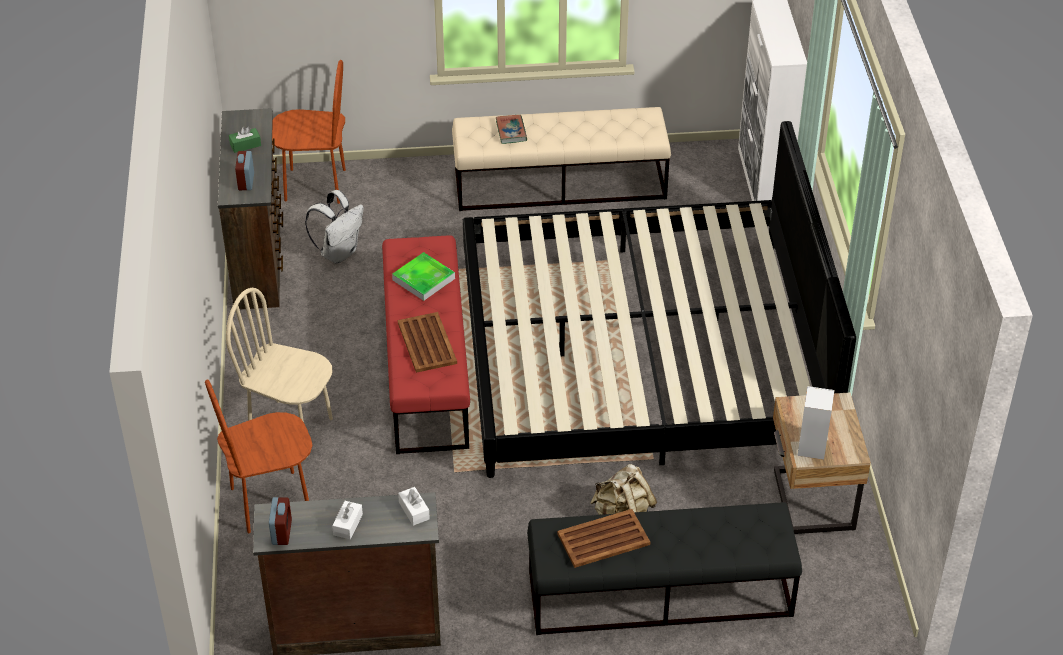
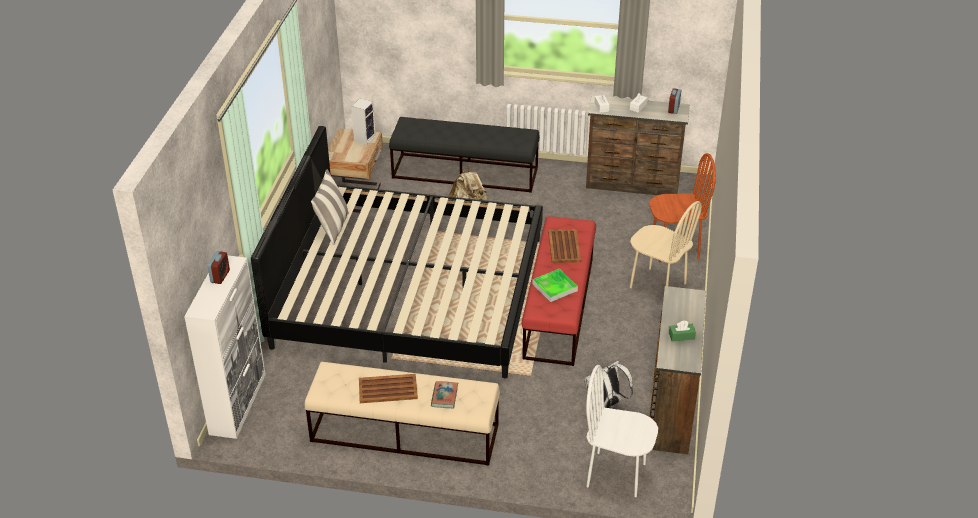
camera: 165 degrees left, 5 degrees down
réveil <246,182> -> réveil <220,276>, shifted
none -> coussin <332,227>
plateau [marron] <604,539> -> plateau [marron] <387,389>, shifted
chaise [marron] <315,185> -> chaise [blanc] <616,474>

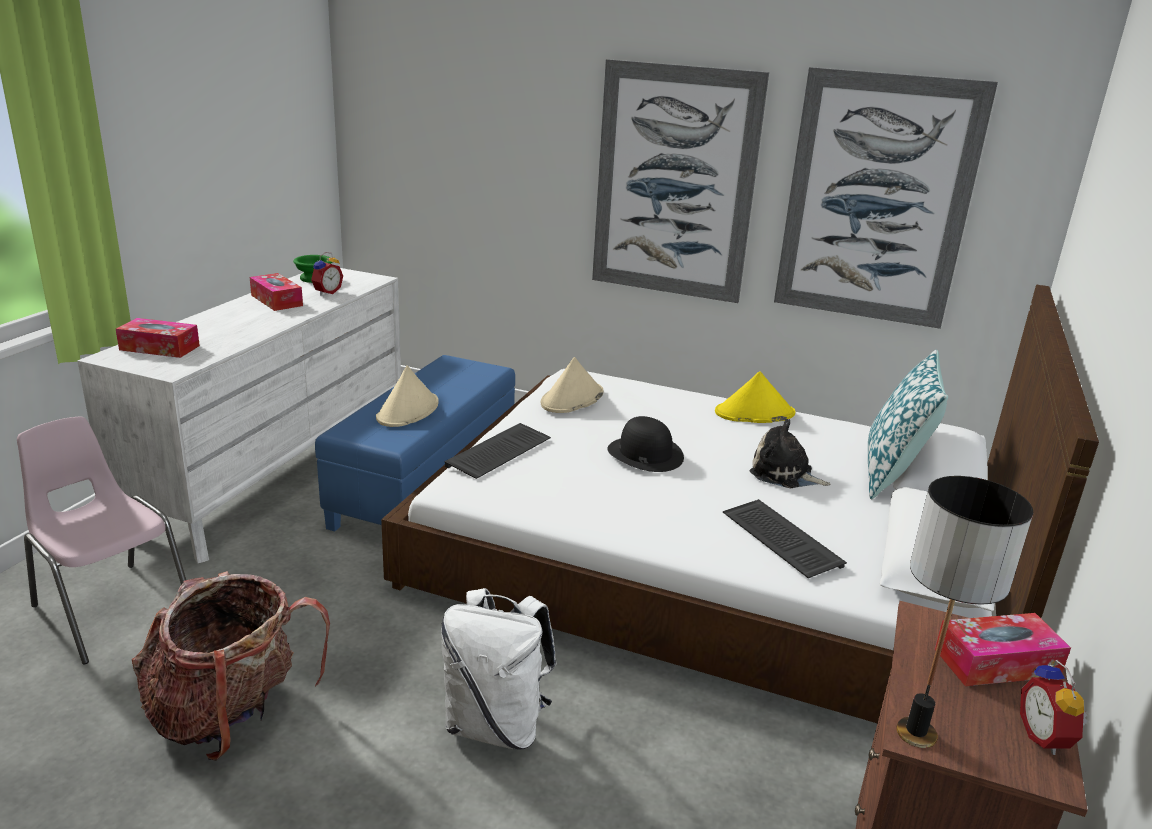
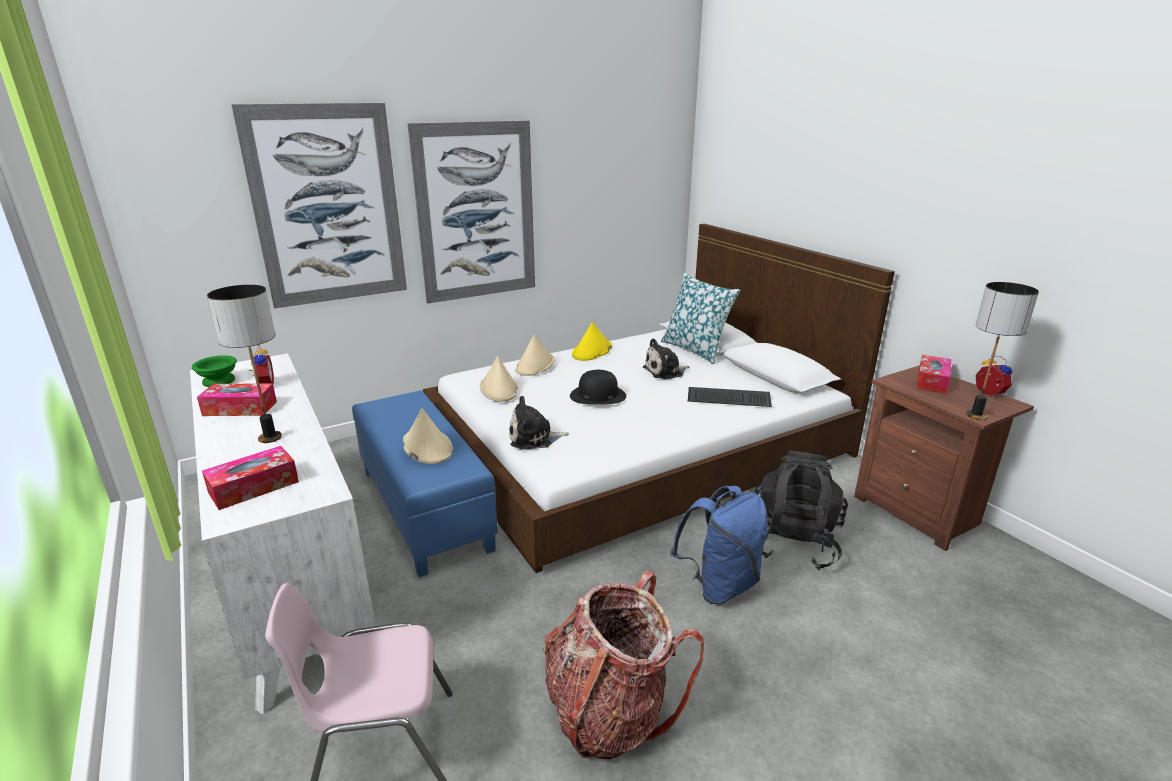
camera: 50 degrees left, 0 degrees up
none -> lampe de table <270,438>
tableau <876,200> -> tableau <328,206>, shifted
clavier <499,454> -> peluche <534,438>
none -> chapeau [beige] <535,365>
sac à dos [blanc] <496,725> -> sac à dos [bleu] <719,585>
none -> sac à dos [noir] <793,543>
réveil <1046,738> -> réveil <987,394>, 150 degrees counterclockwise

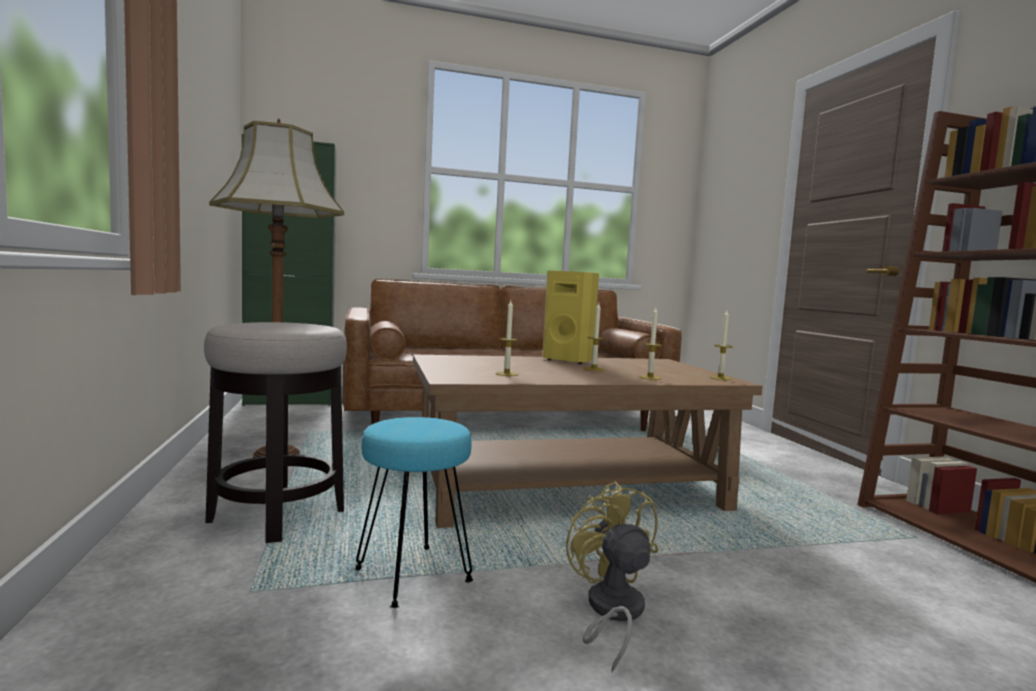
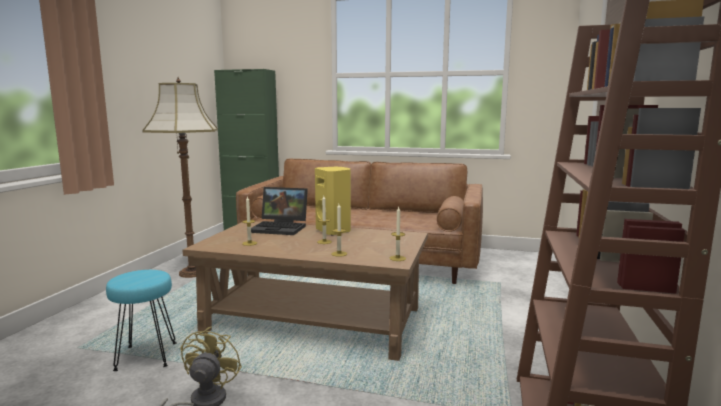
camera: 30 degrees right, 5 degrees up
none -> ordinateur portable <281,228>
tabouret <277,515> -> none

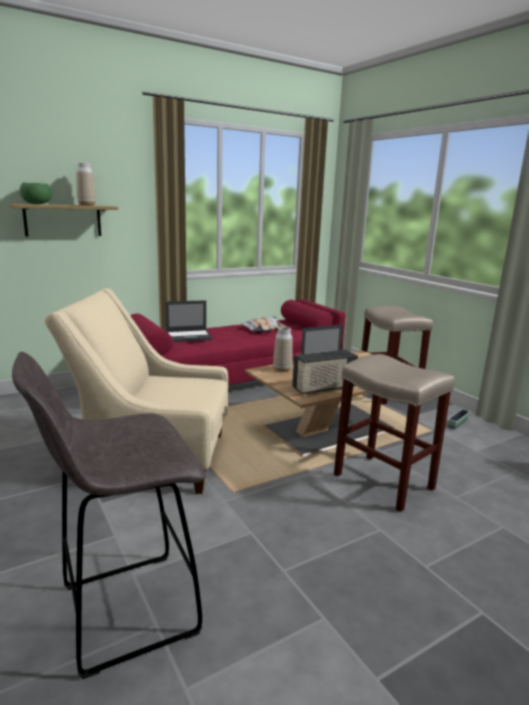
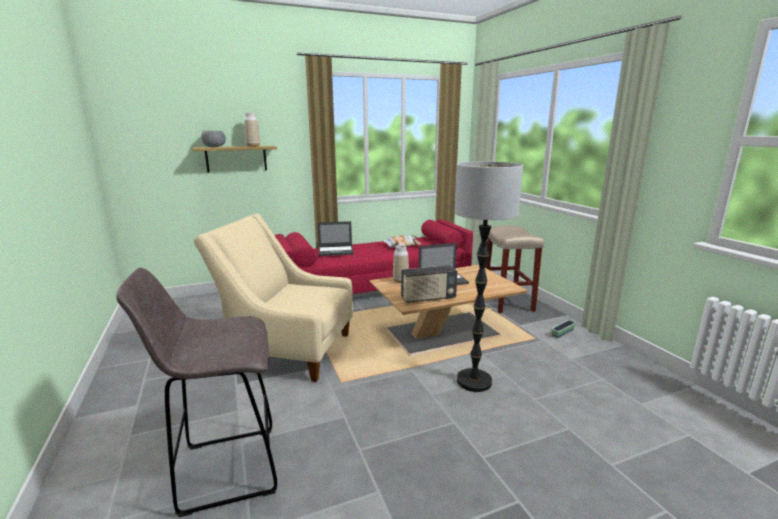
camera: 10 degrees right, 0 degrees up
bol [vert] <37,204> -> bol [gris] <214,147>
tabouret [beige] <385,482> -> lampadaire <474,381>

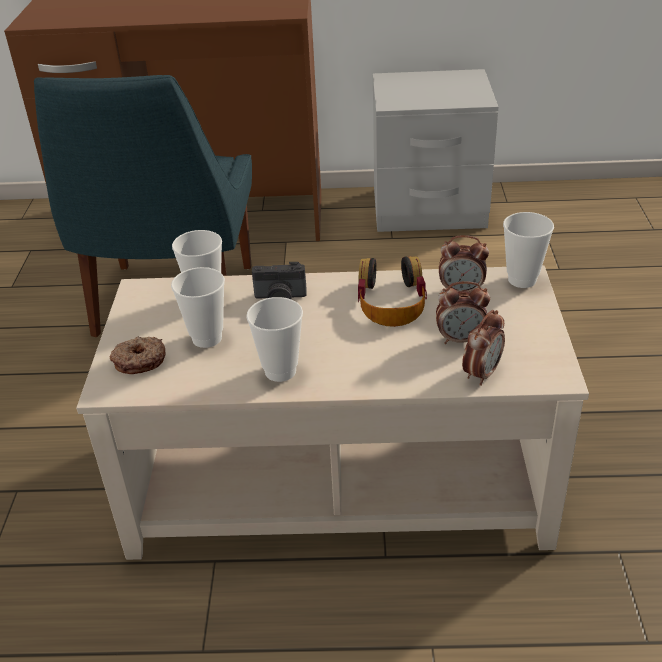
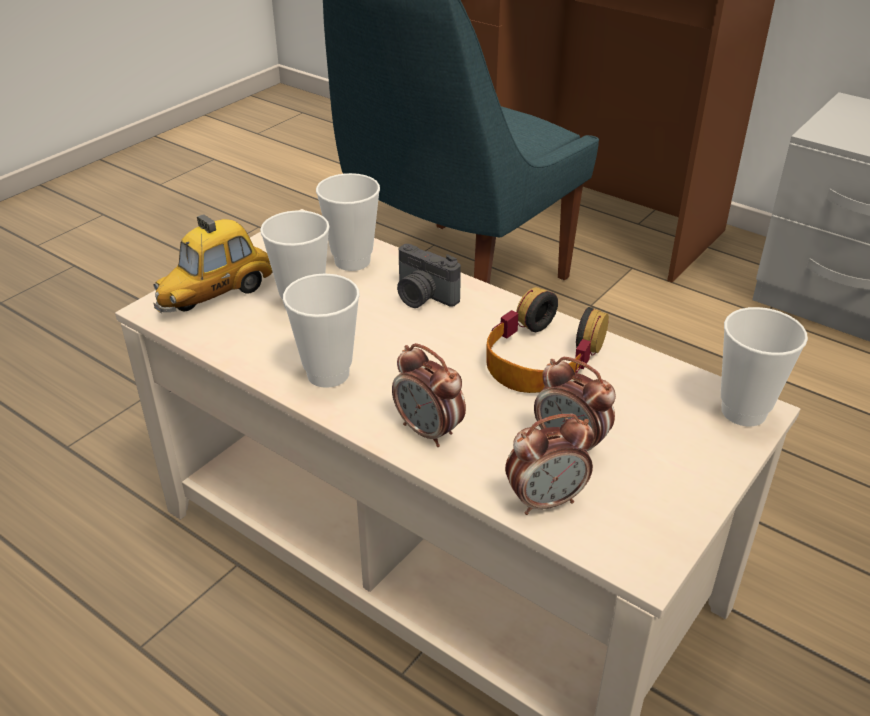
camera: 35 degrees right, 0 degrees up
beignet <140,361> -> petite voiture <217,295>
réveil <461,291> -> réveil <429,431>, shifted

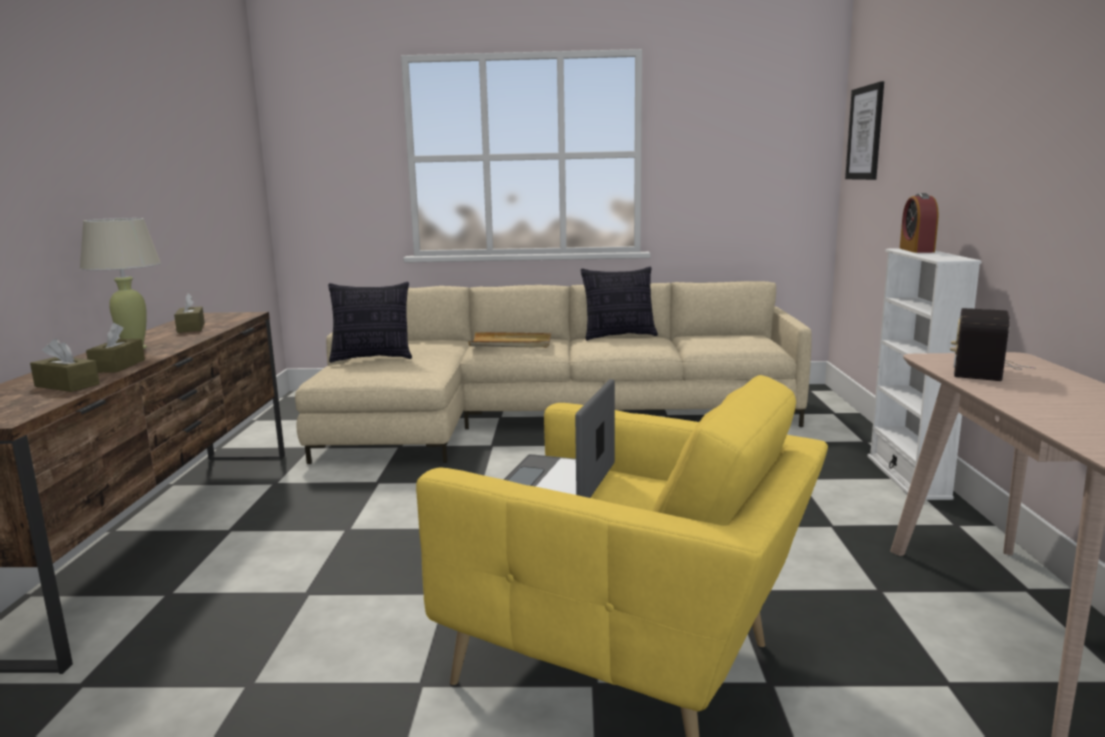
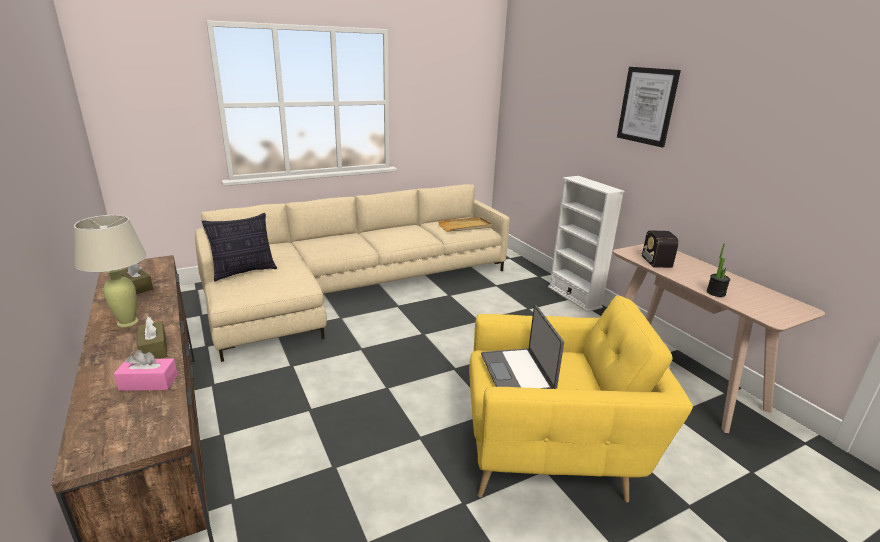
camera: 30 degrees left, 10 degrees up
boîte à mouchoirs [marron] <67,385> -> boîte à mouchoirs [rose] <148,382>
plateau [beige] <511,343> -> plateau [beige] <465,226>, shifted
tableau <865,133> -> tableau <647,106>, shifted
none -> plante en pot <715,293>
coussin <619,336> -> none
réveil <916,250> -> none

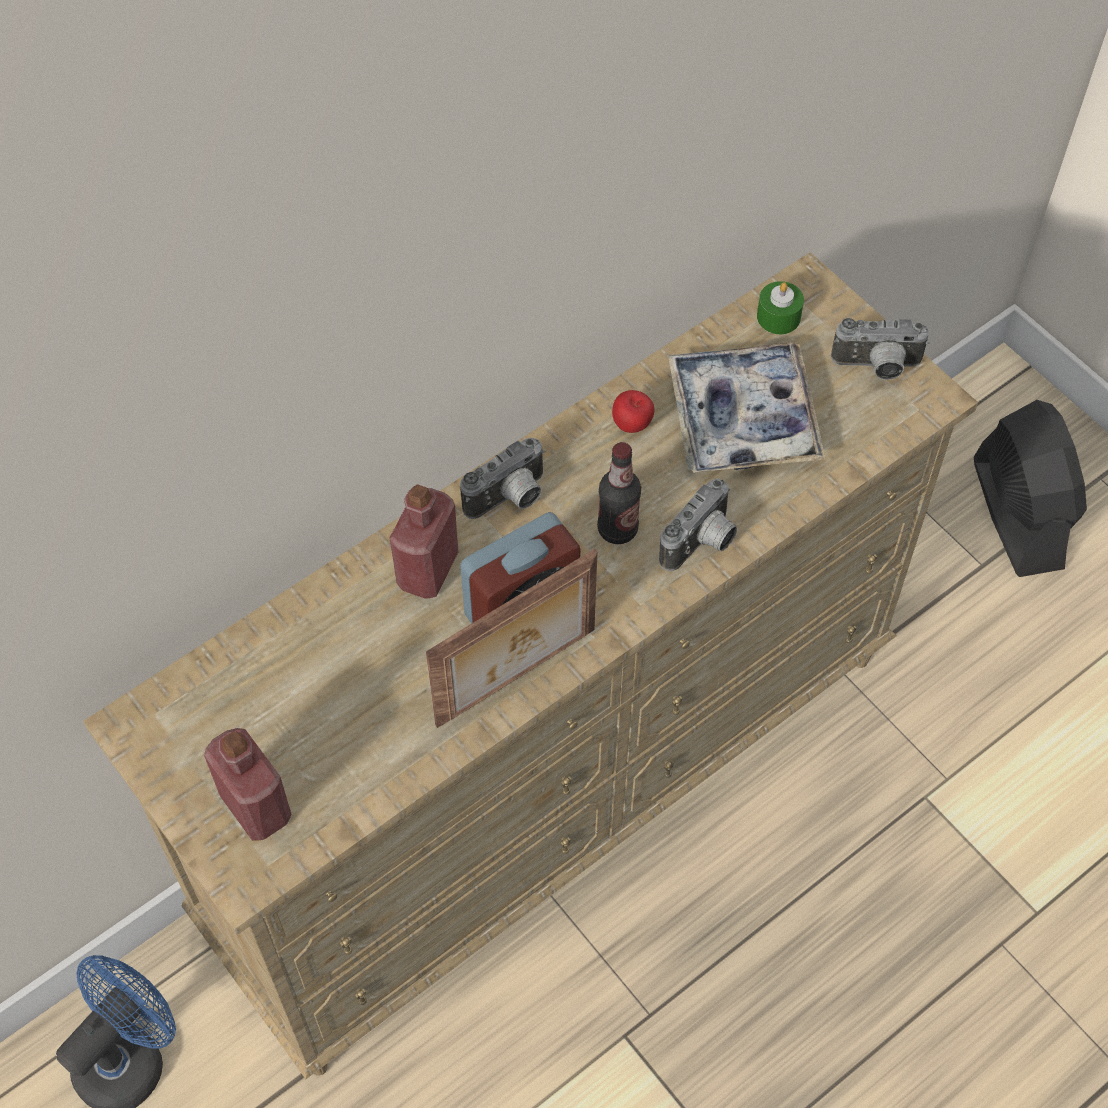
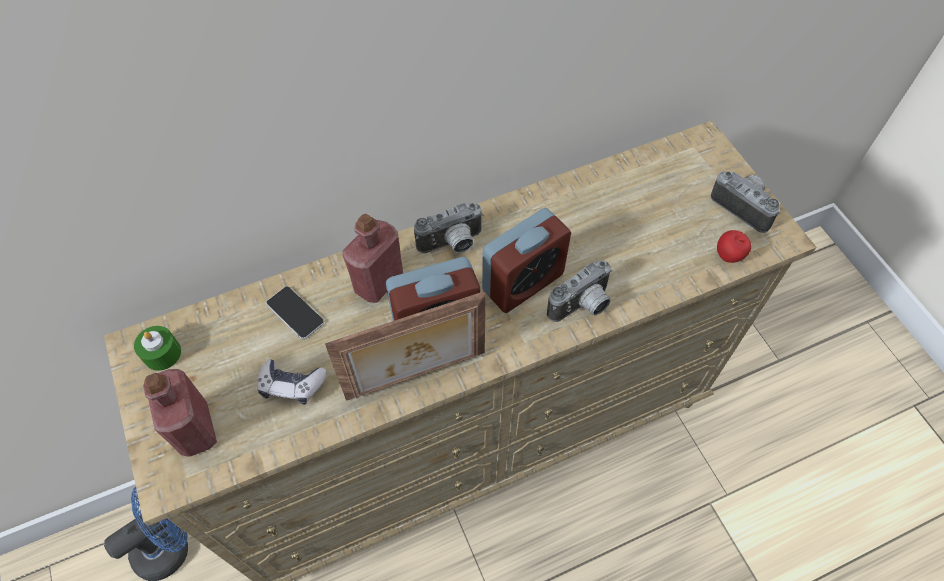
camera: 15 degrees right, 0 degrees up
bougie [vert] <778,317> -> bougie [vert] <162,353>, shifted
none -> manette <291,385>
none -> téléphone <295,313>
bouteille <617,529> -> réveil <523,282>
appareil photo <877,367> -> appareil photo <744,207>, 150 degrees counterclockwise
pomme <632,425> -> pomme <728,257>, shifted
plateau <743,418> -> none
ventilateur [noir] <1017,513> -> none

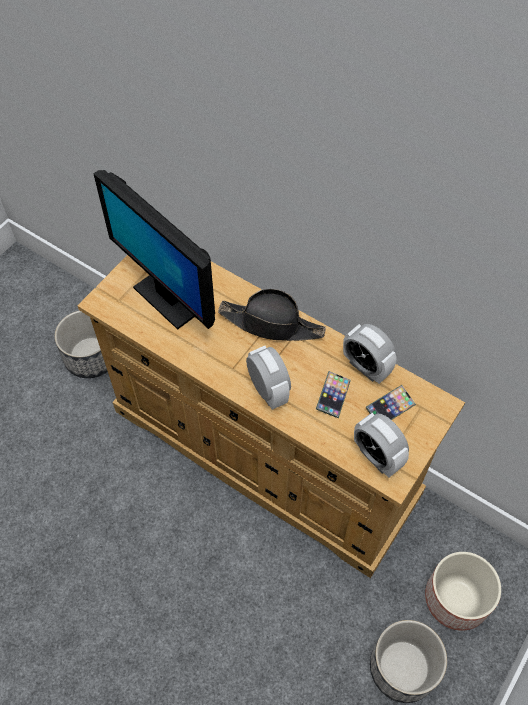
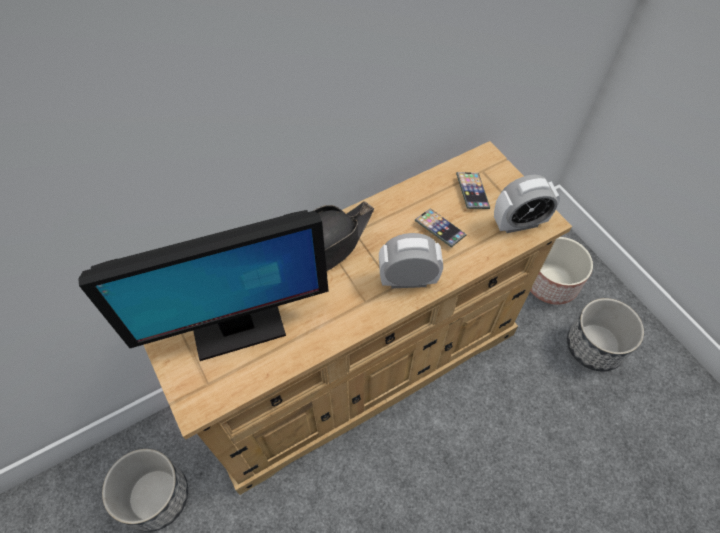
camera: 65 degrees left, 0 degrees up
réveil <366,367> -> none

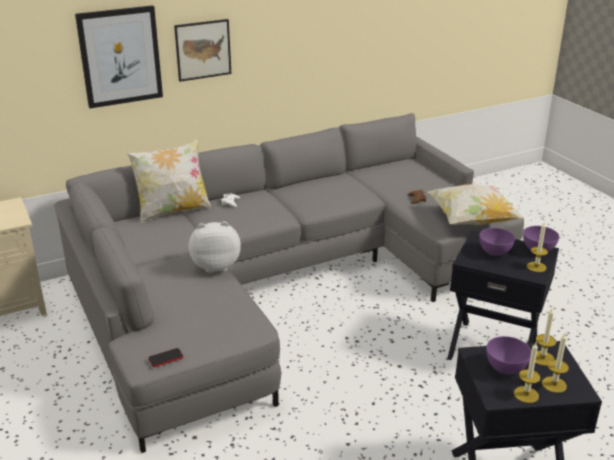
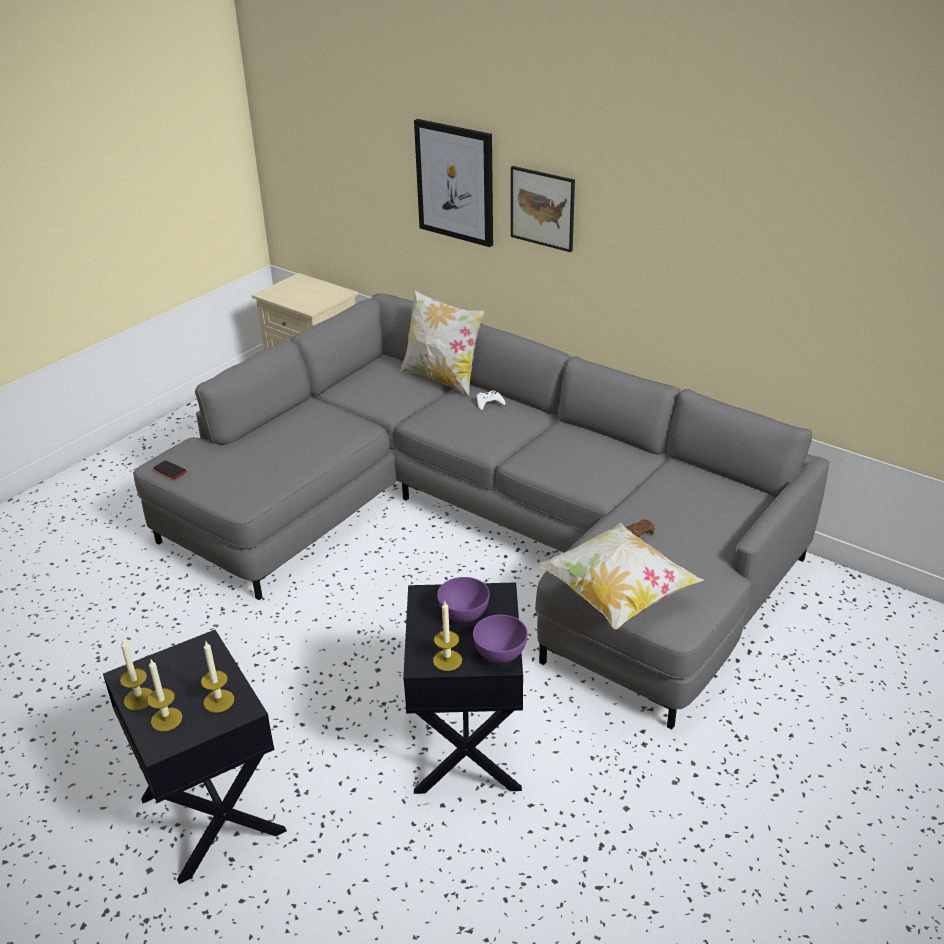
camera: 65 degrees right, 5 degrees up
peluche <215,266> -> none
bol [violet] <506,368> -> none

